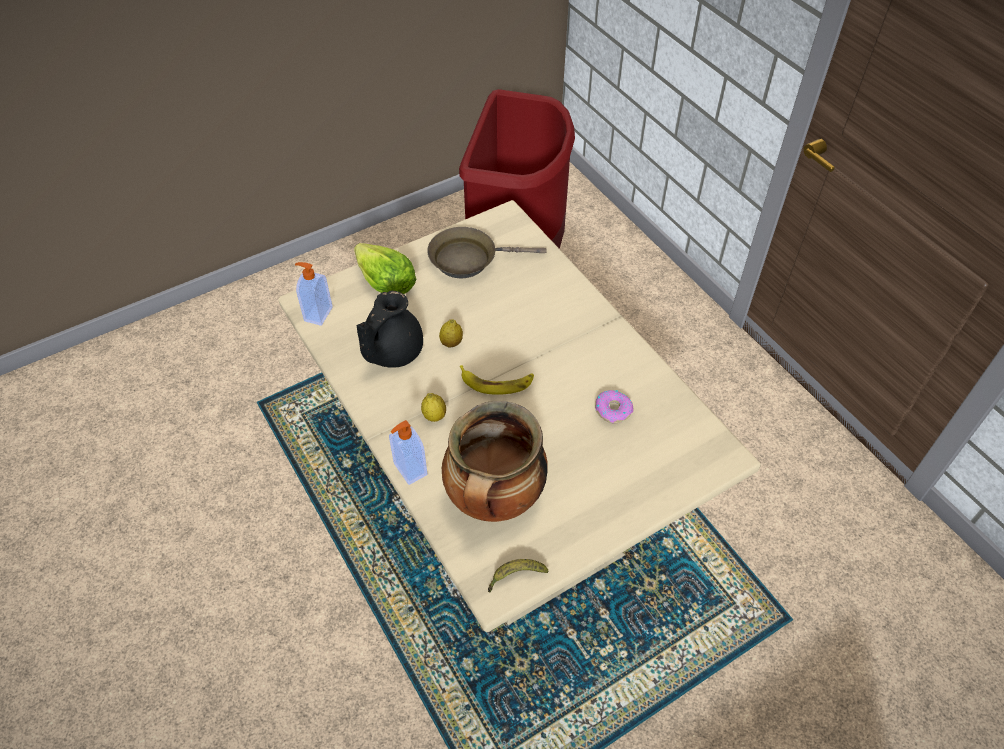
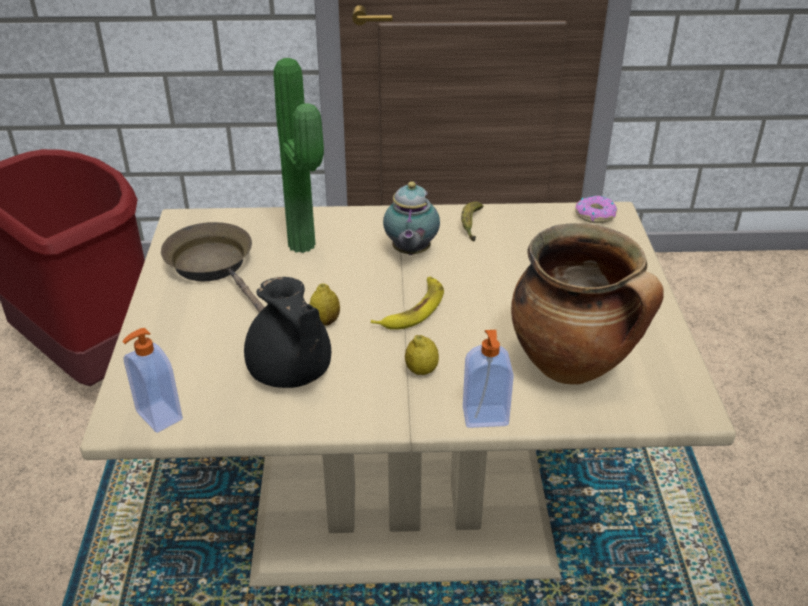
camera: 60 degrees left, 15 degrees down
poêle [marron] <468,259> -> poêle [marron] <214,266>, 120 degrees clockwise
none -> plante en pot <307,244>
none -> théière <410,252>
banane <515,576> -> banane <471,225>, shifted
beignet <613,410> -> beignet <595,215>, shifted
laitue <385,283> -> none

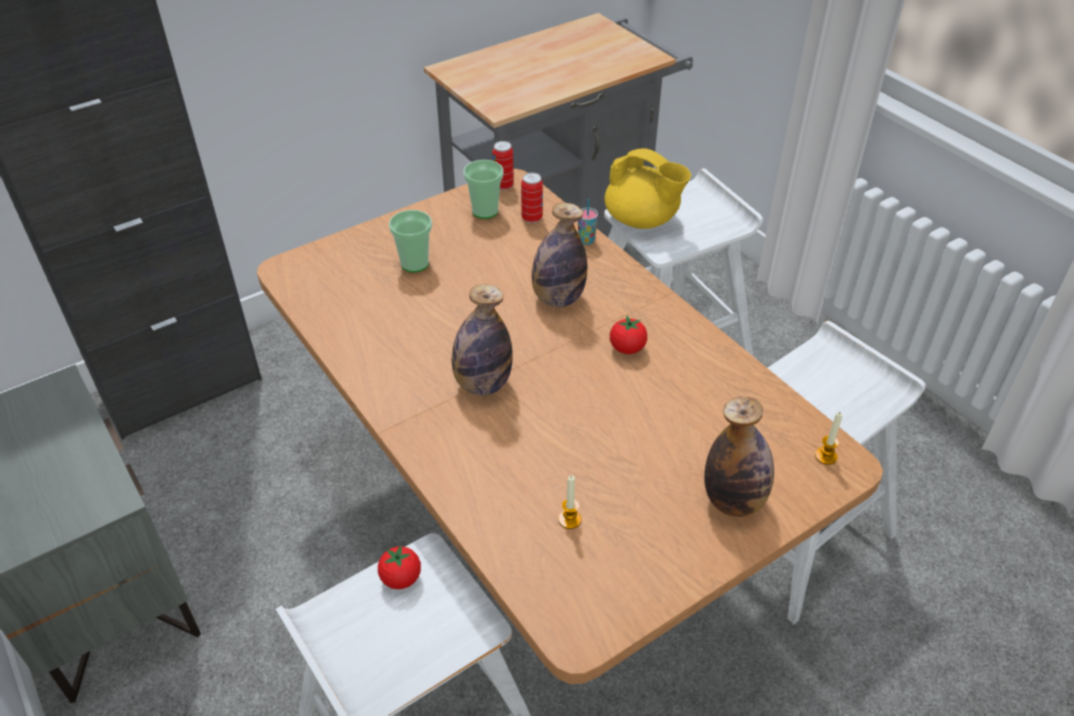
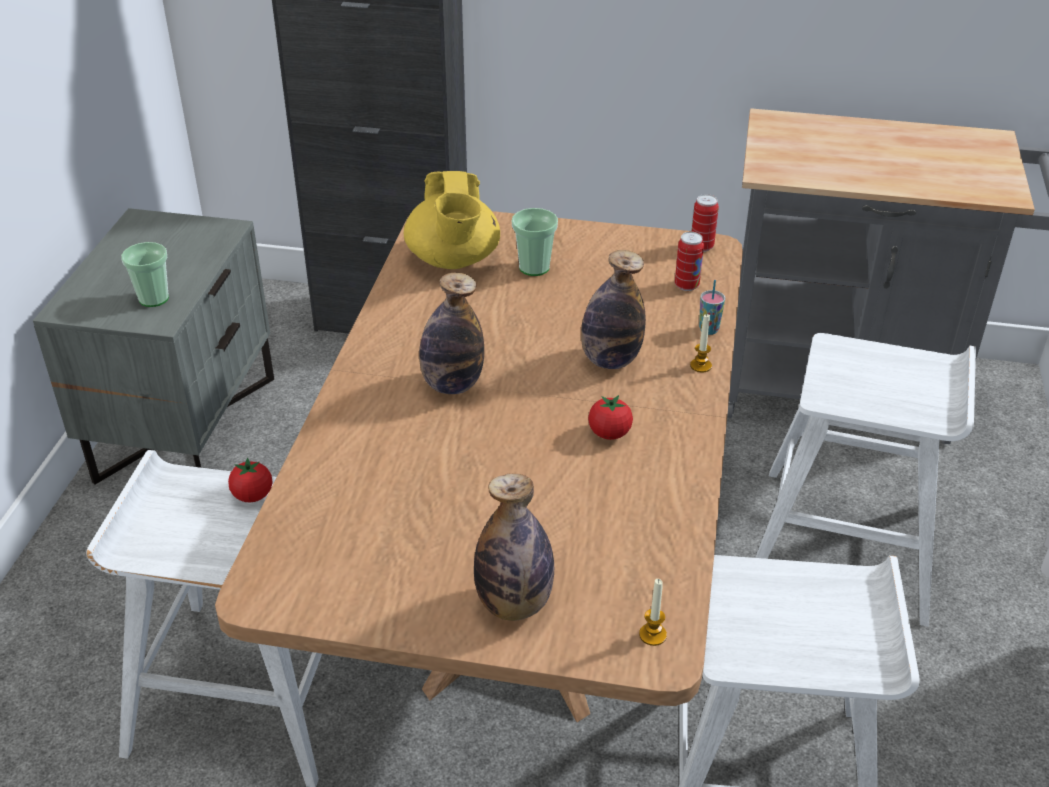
camera: 45 degrees right, 5 degrees down
tasse <485,211> -> tasse <154,298>, shifted
théière [jaune] <642,220> -> théière [jaune] <453,260>, shifted
bougie <569,519> -> bougie <700,366>, shifted

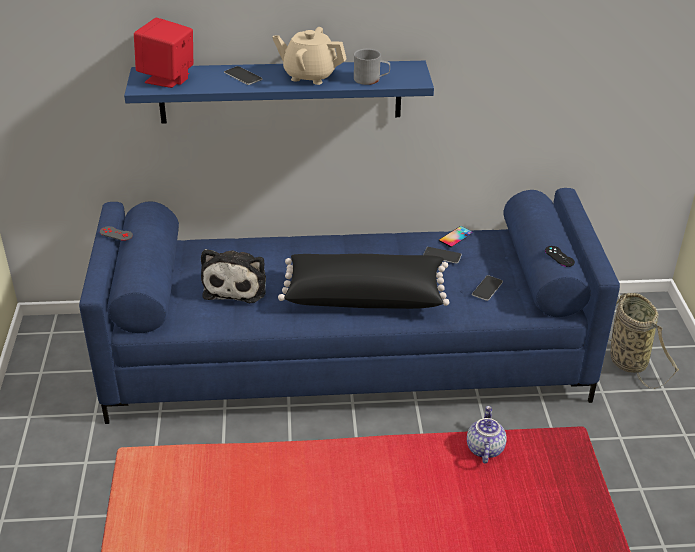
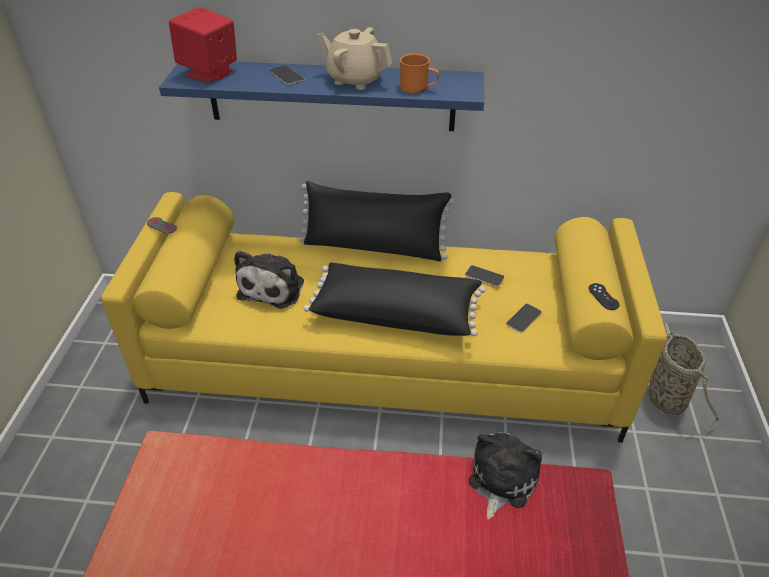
camera: 10 degrees right, 5 degrees up
canapé [bleu] <348,357> -> canapé [jaune] <386,361>
none -> coussin [noir] <374,247>
mug [gris] <371,79> -> mug [orange] <418,88>
théière <484,448> -> peluche <500,481>
téléphone <455,237> -> none

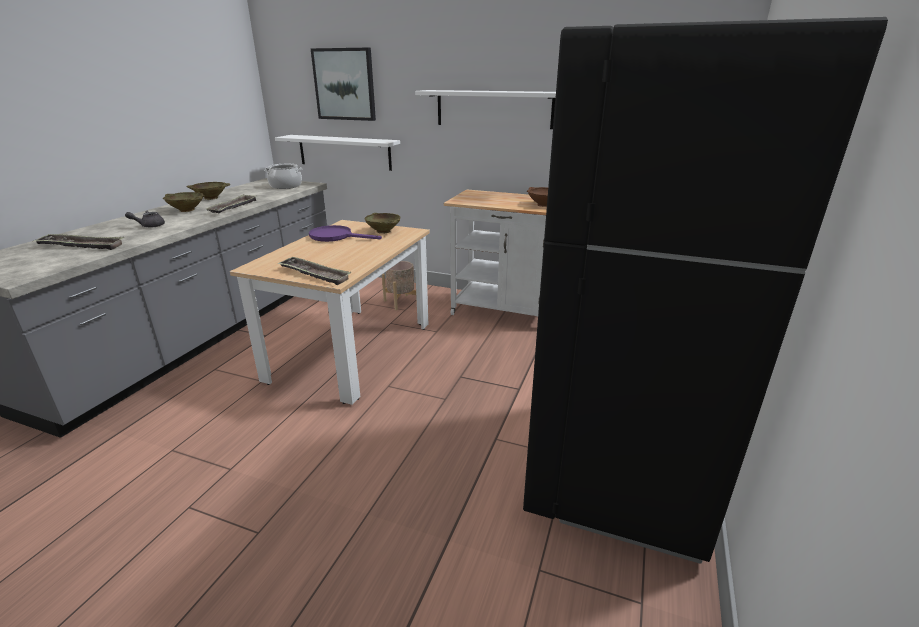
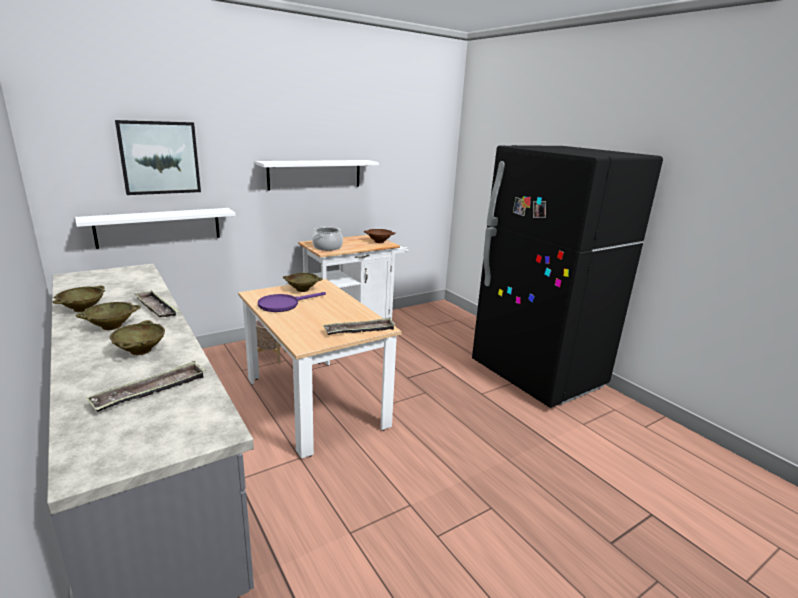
camera: 55 degrees left, 5 degrees down
théière [gris] <149,226> -> bol [beige] <140,351>
marmite <286,186> -> marmite <327,247>, shifted

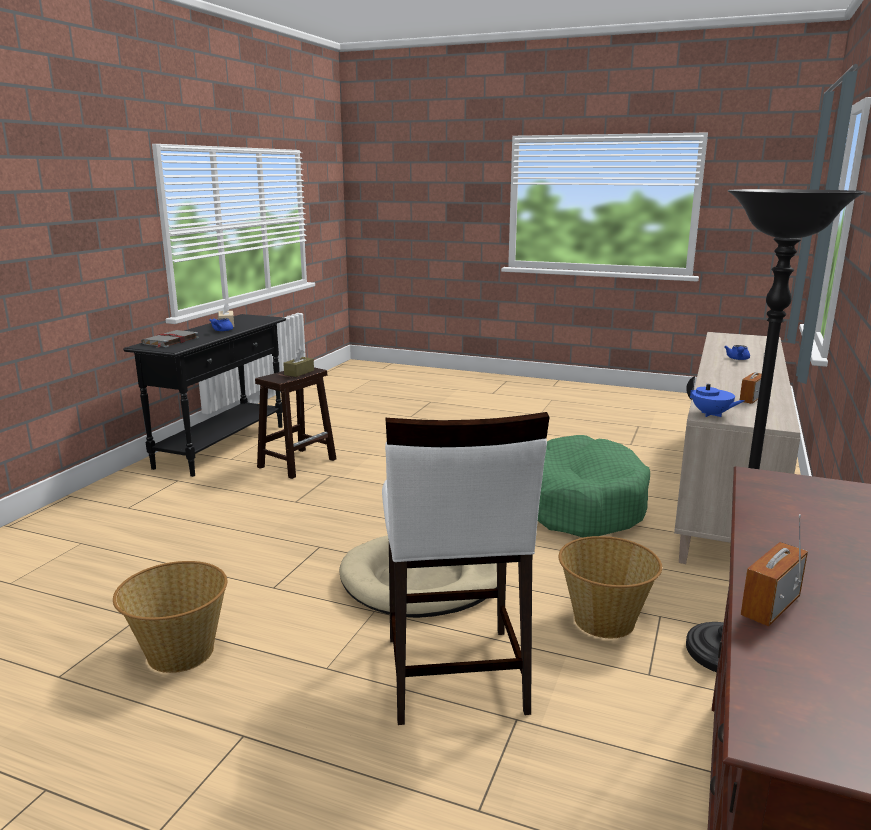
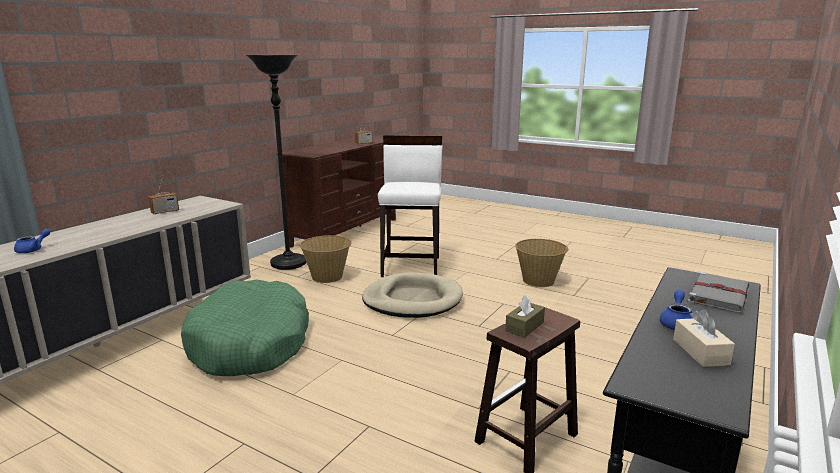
camera: 170 degrees left, 0 degrees up
théière [bleu] <711,414> -> none

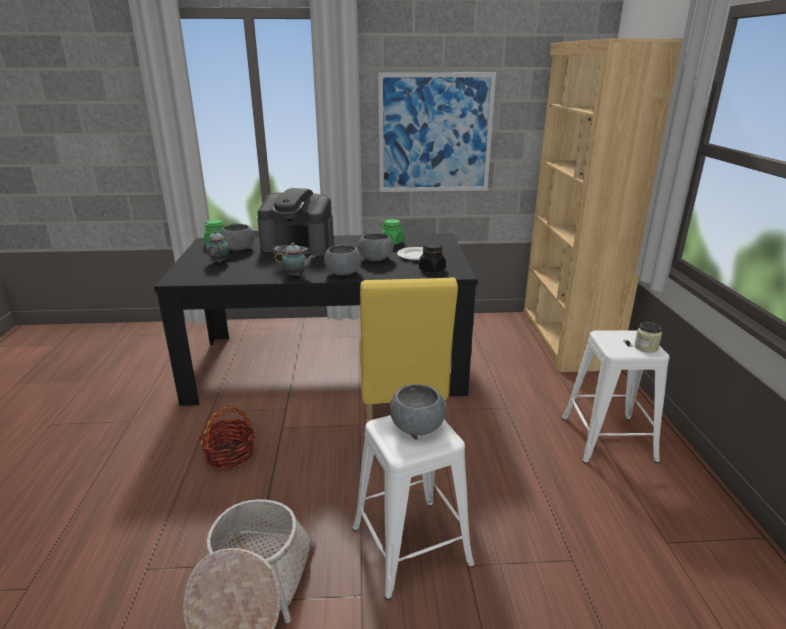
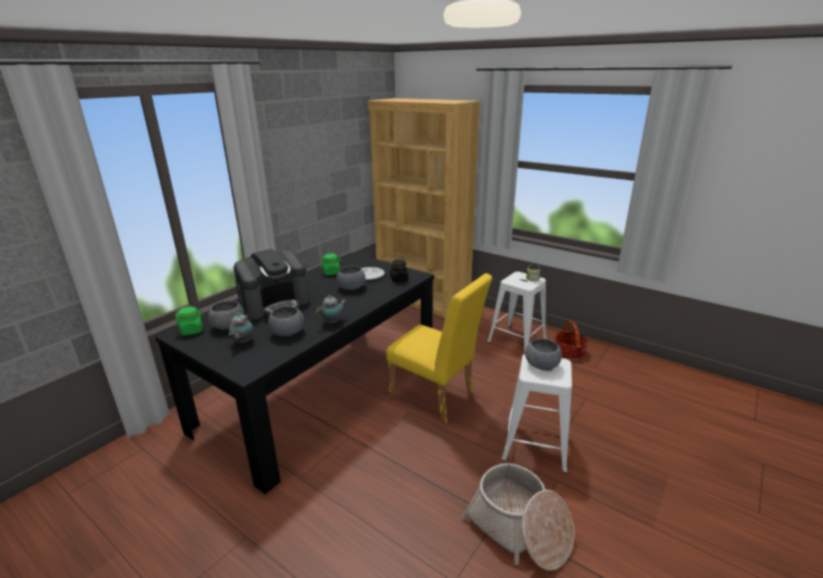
camera: 50 degrees left, 0 degrees up
théière <219,262> -> théière <242,342>, 90 degrees counterclockwise
bol [gris] <343,273> -> bol [gris] <287,332>, shifted
panier <230,454> -> panier <569,351>, shifted
tableau <435,134> -> none

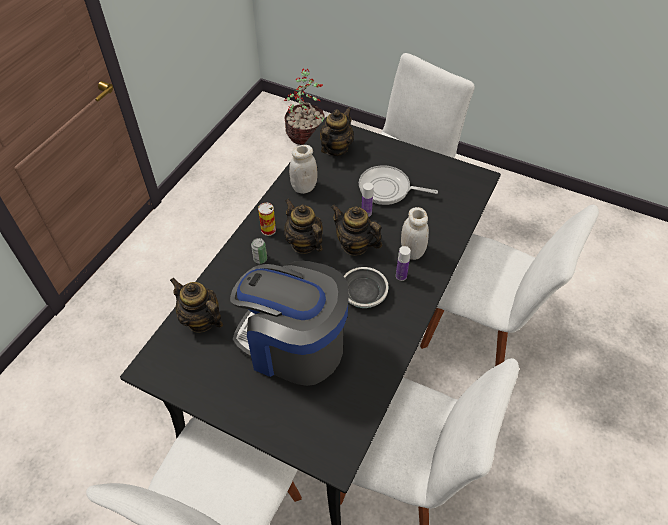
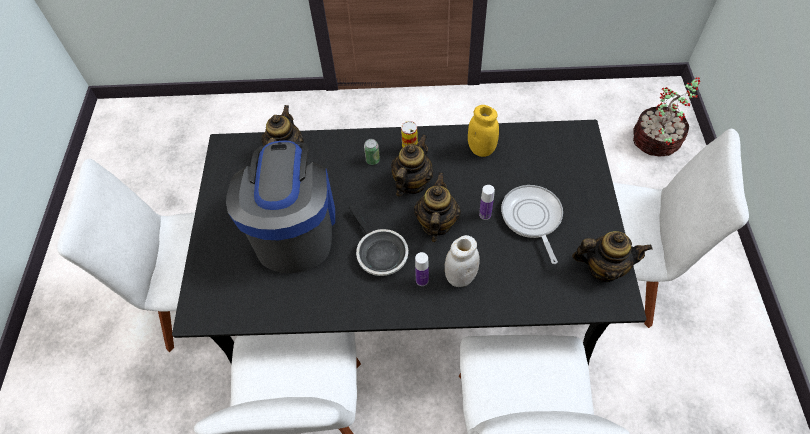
camera: 65 degrees right, 5 degrees up
bocal [blanc] <304,187> -> bocal [jaune] <481,149>
théière <336,149> -> théière <603,268>, shifted

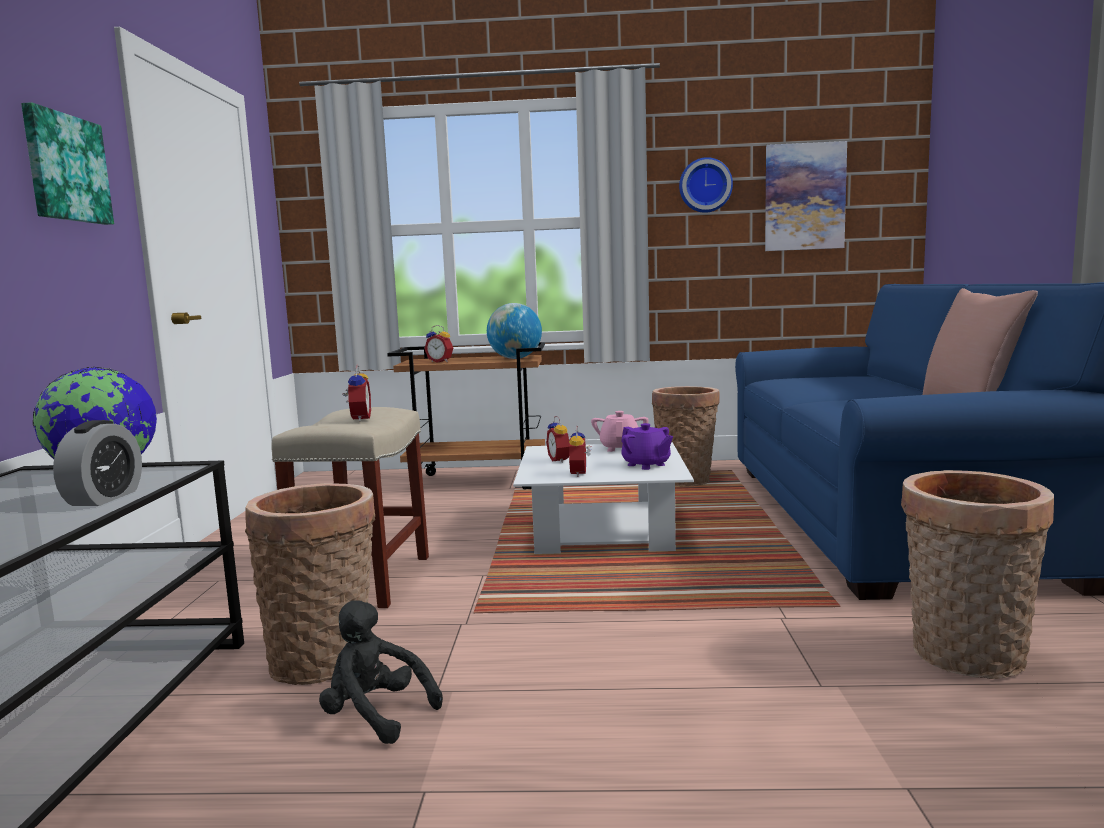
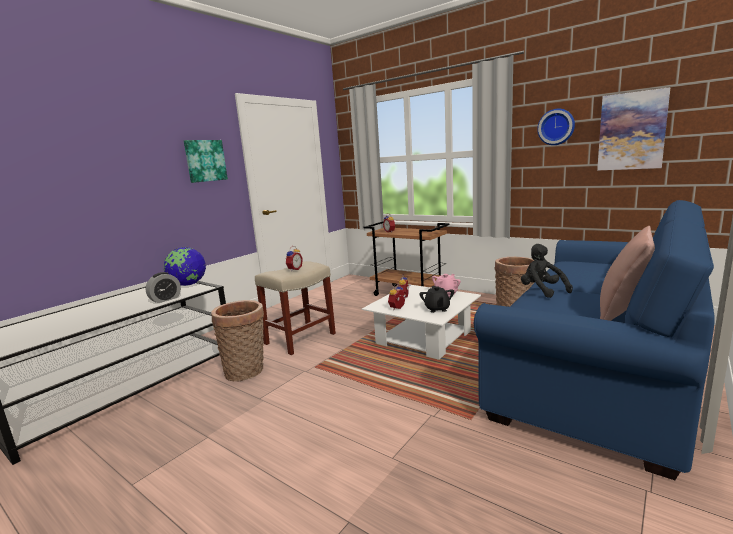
camera: 35 degrees right, 5 degrees up
théière [violet] <646,465> -> théière [noir] <437,309>
peluche [noir] <375,715> -> peluche [noir] <542,291>, shifted
globe <515,358> -> none
panier <965,658> -> none

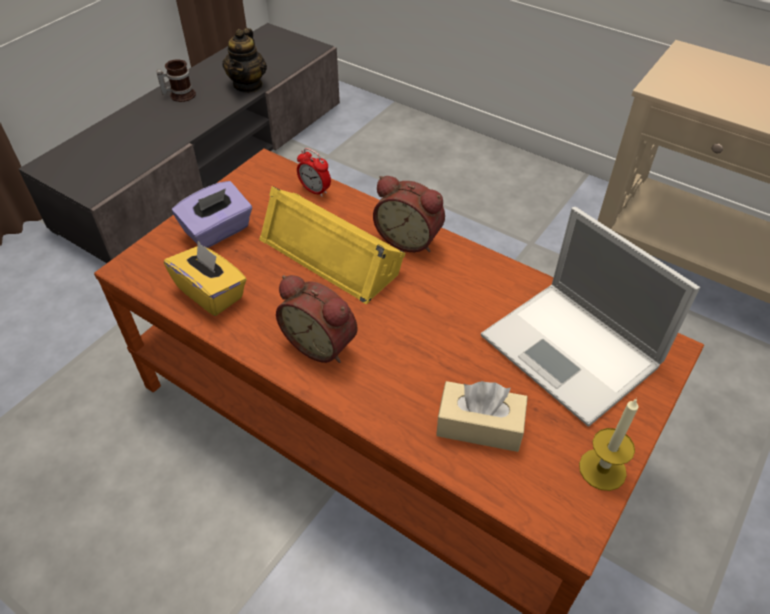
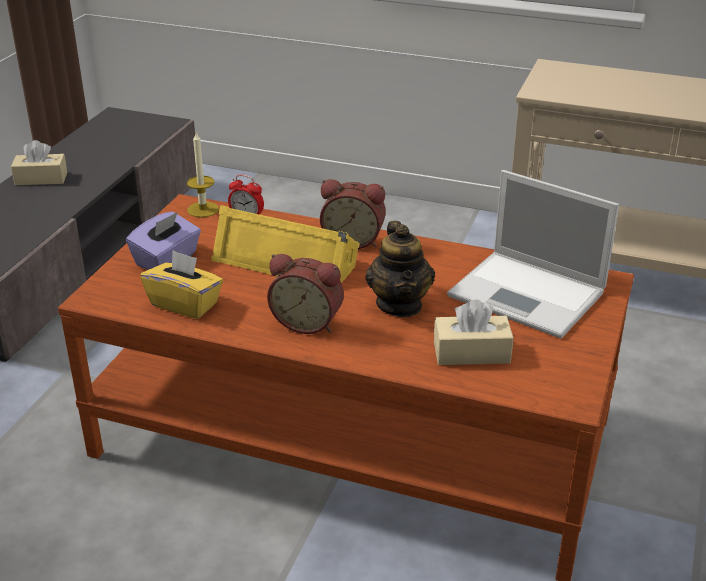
camera: 15 degrees left, 15 degrees down
mug <180,95> -> boîte à mouchoirs [beige] <41,179>
bougie <602,469> -> bougie <203,209>, shifted
théière <248,85> -> théière <400,304>, shifted

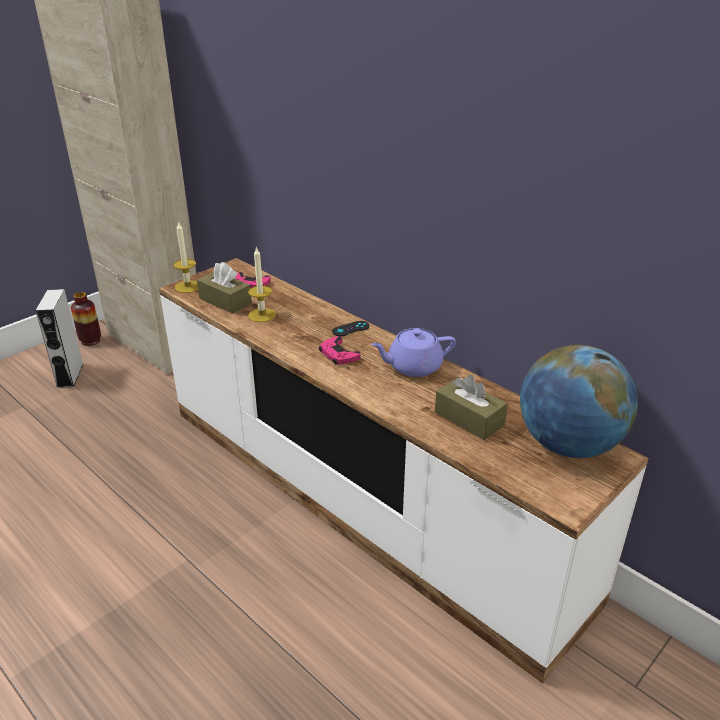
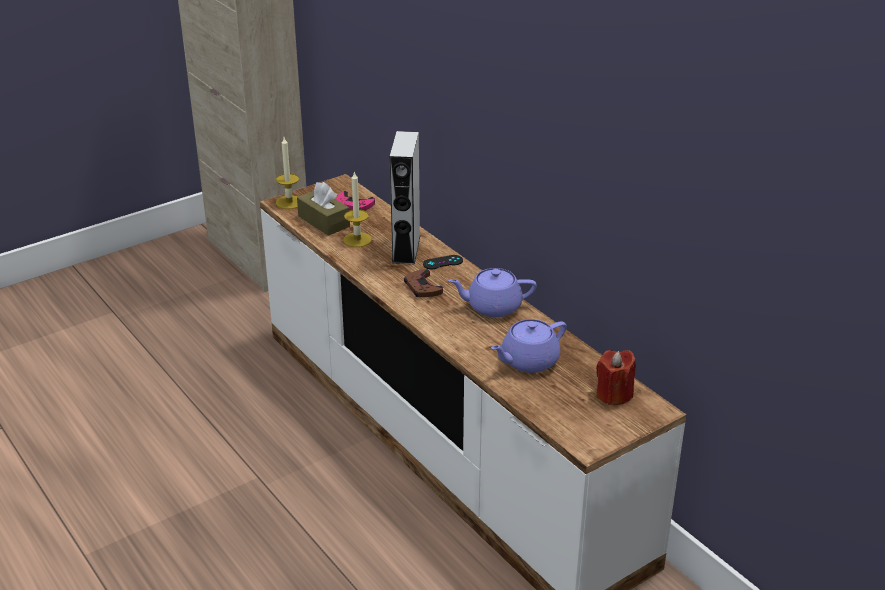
camera: 10 degrees right, 0 degrees up
enceinte [gris] <70,375> -> enceinte [gris] <406,249>, shifted
manette [rose] <338,354> -> manette [marron] <422,287>
boîte à mouchoirs [marron] <469,419> -> théière [violet] <528,361>
globe <568,445> -> bougie [rouge] <614,394>
vase <90,341> -> none

